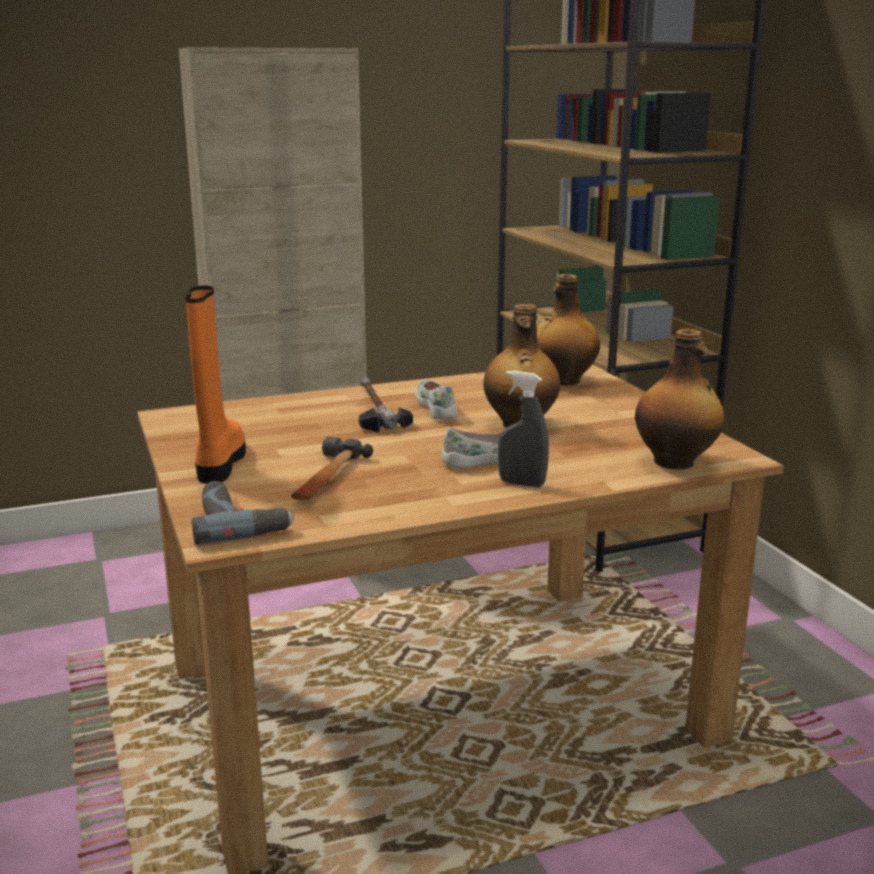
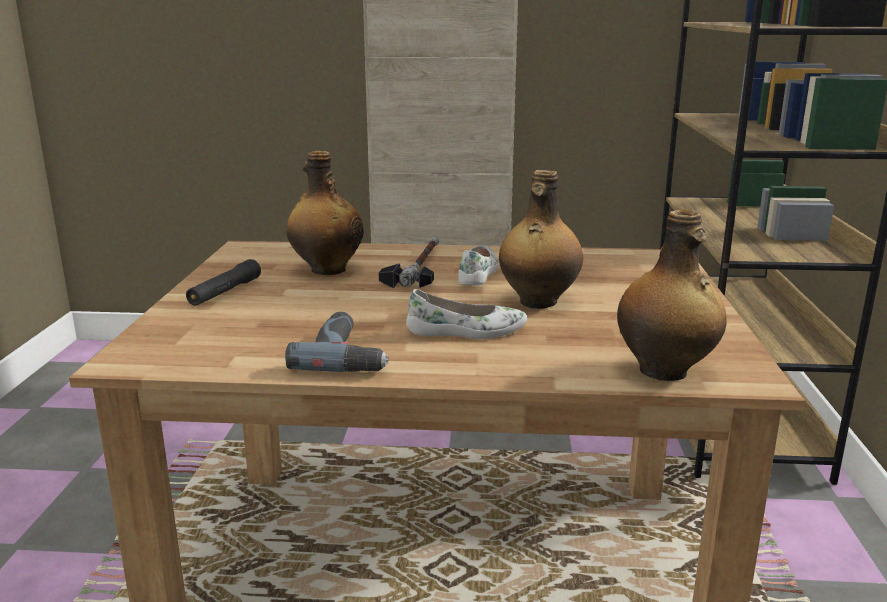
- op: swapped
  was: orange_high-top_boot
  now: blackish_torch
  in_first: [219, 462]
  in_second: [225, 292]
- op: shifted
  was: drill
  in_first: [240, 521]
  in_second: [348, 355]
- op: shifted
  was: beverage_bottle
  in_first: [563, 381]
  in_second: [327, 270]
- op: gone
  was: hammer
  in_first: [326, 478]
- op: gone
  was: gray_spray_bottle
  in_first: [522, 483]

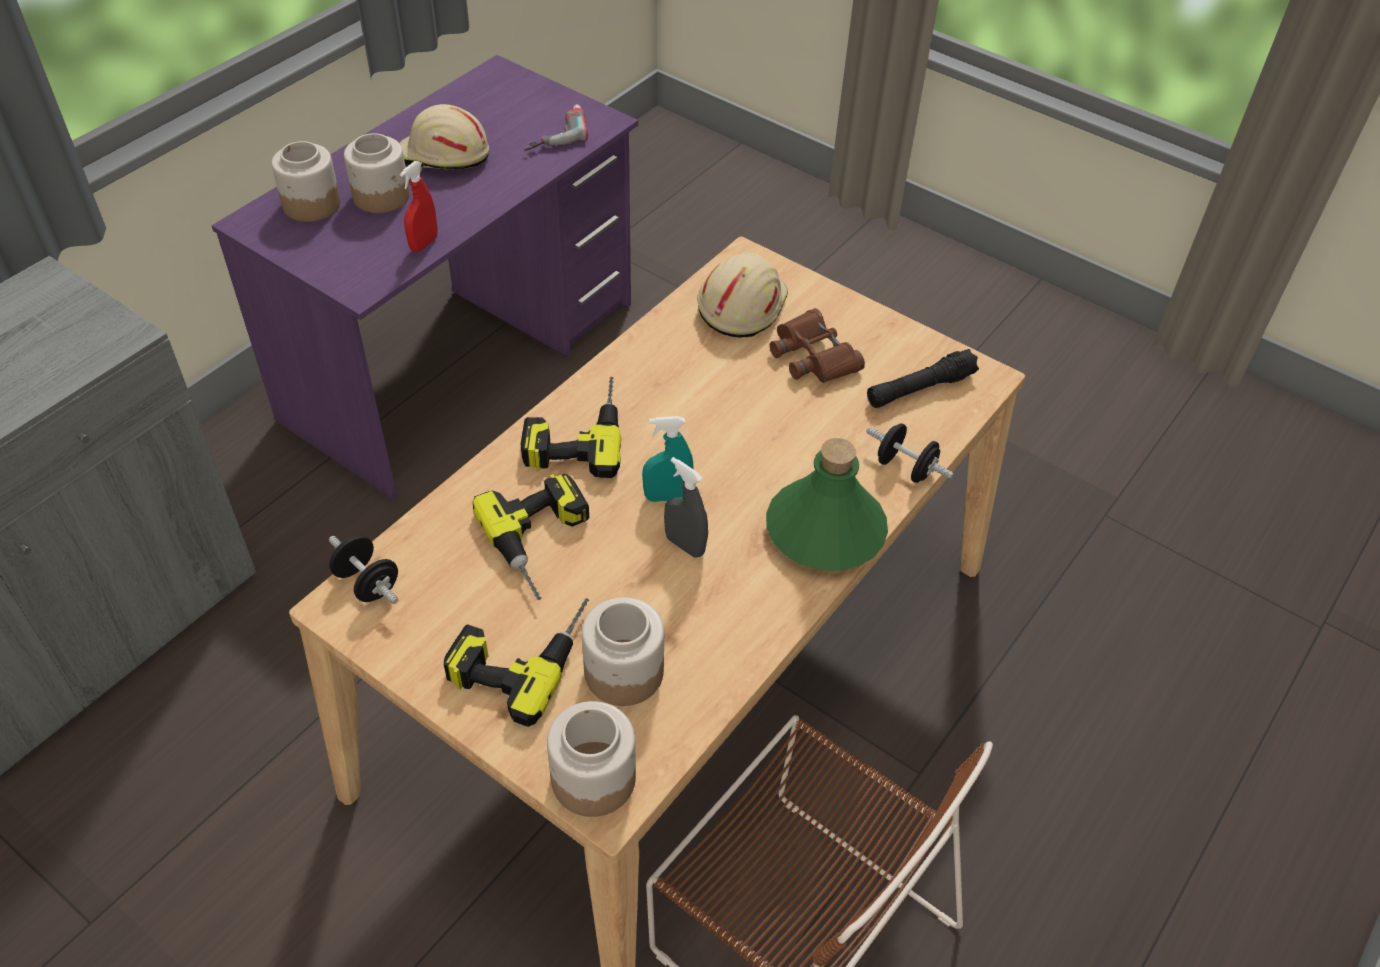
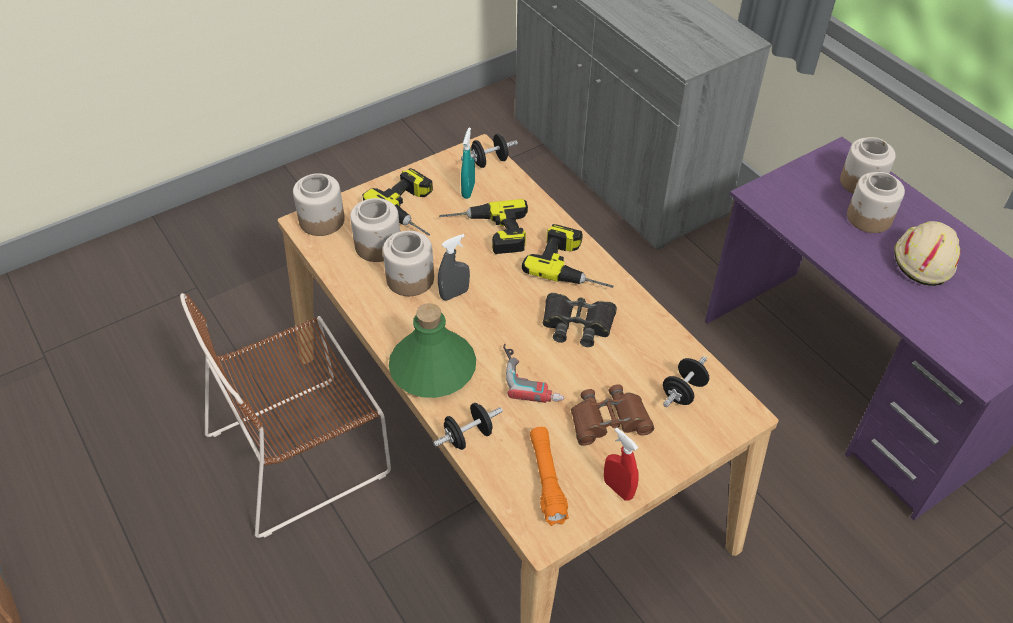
- op: new
  now: storage_jar
  in_second: [410, 279]
- op: shifted
  was: blue-green_spray_bottle
  in_first: [667, 496]
  in_second: [468, 190]
- op: shifted
  was: drill
  in_first: [554, 133]
  in_second: [532, 376]
- op: repainted
  was: blackish_torch
  now: orange_torch
  in_first: [920, 389]
  in_second: [547, 480]
- op: new
  now: blackish_pair_of_binoculars
  in_second: [577, 324]
- op: shifted
  was: reddish_spray_bottle
  in_first: [424, 244]
  in_second: [618, 489]
- op: swapped
  was: beige_work_helmet
  now: blackish_free_weight
  in_first: [740, 305]
  in_second: [683, 392]

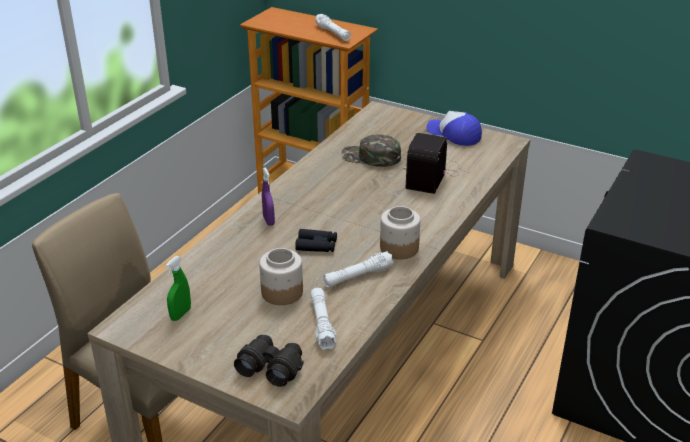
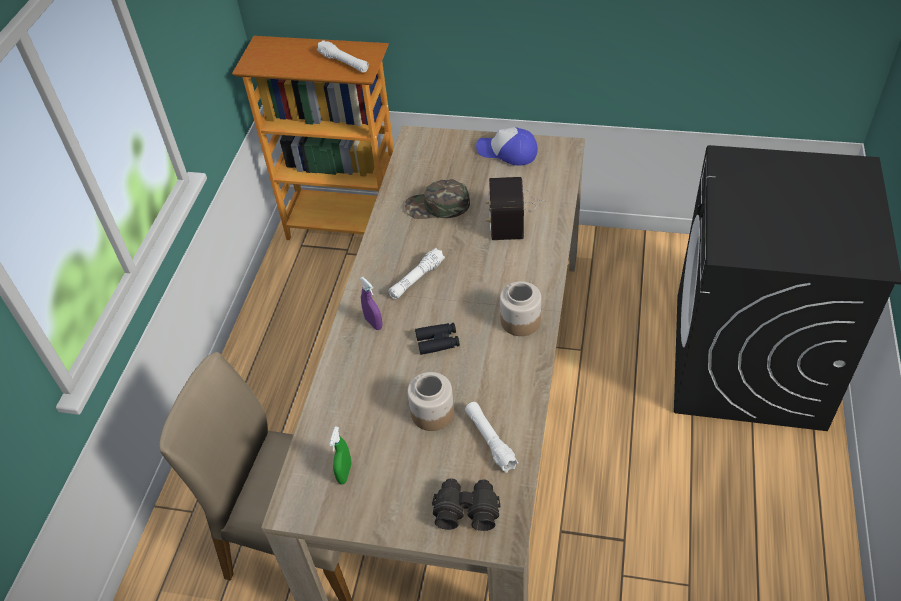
- op: shifted
  was: whitish_torch
  in_first: [357, 276]
  in_second: [416, 279]

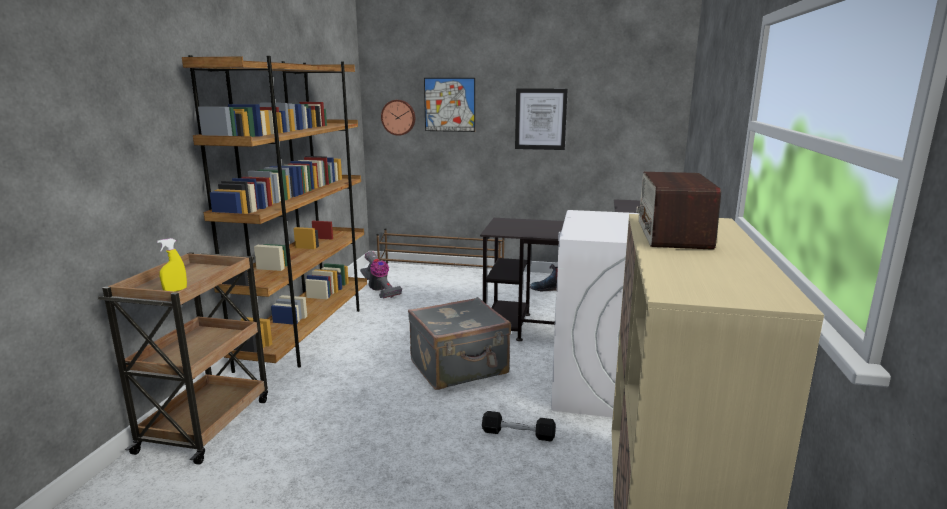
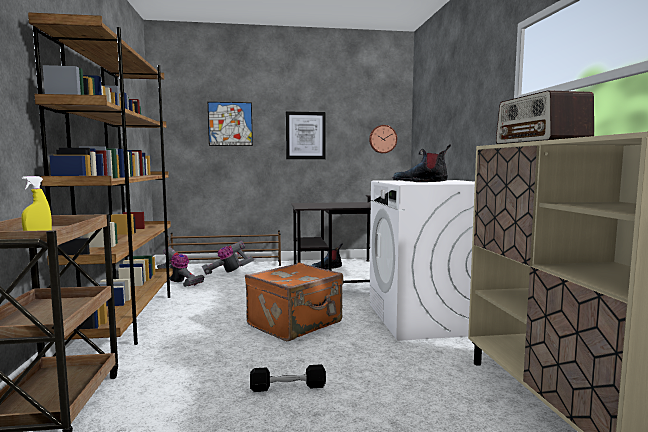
- op: new
  now: vacuum
  in_second: [227, 272]
- op: repainted
  was: gray_piece_of_luggage
  now: orange_piece_of_luggage
  in_first: [460, 368]
  in_second: [296, 324]
- op: shifted
  was: blackish_free_weight
  in_first: [518, 434]
  in_second: [288, 387]
- op: shifted
  was: hanging_clock
  in_first: [398, 117]
  in_second: [382, 139]
- op: new
  now: high-top_boot
  in_second: [420, 182]

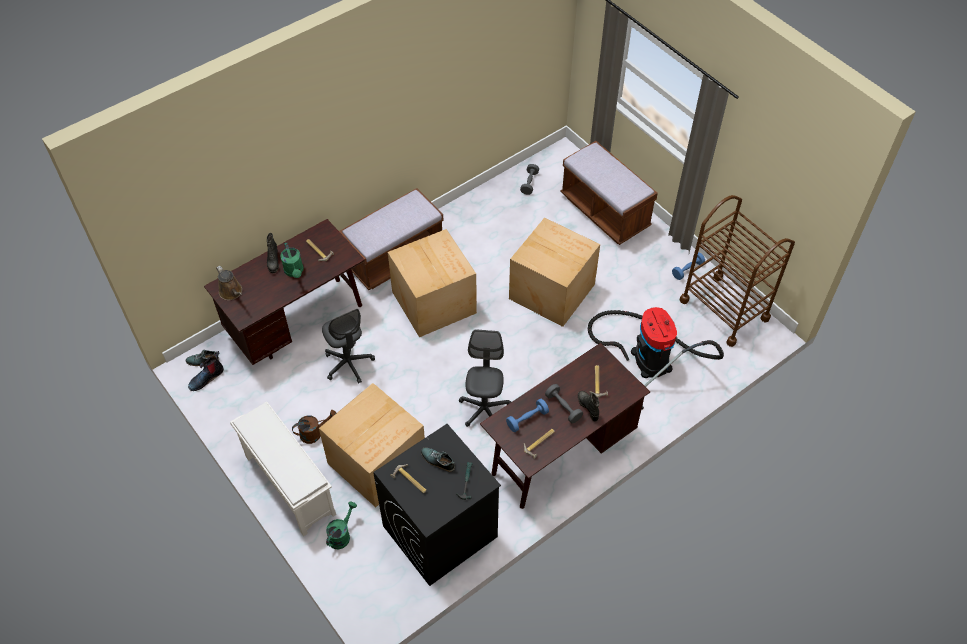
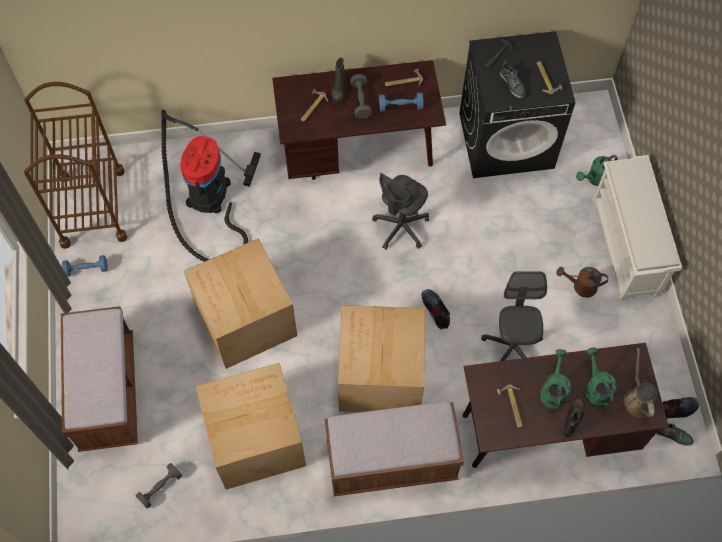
- op: shifted
  was: carton
  in_first: [378, 462]
  in_second: [254, 438]
- op: new
  now: high-top_boot
  in_second: [436, 310]
- op: new
  now: green-coloured_sprinkling_can
  in_second: [595, 388]

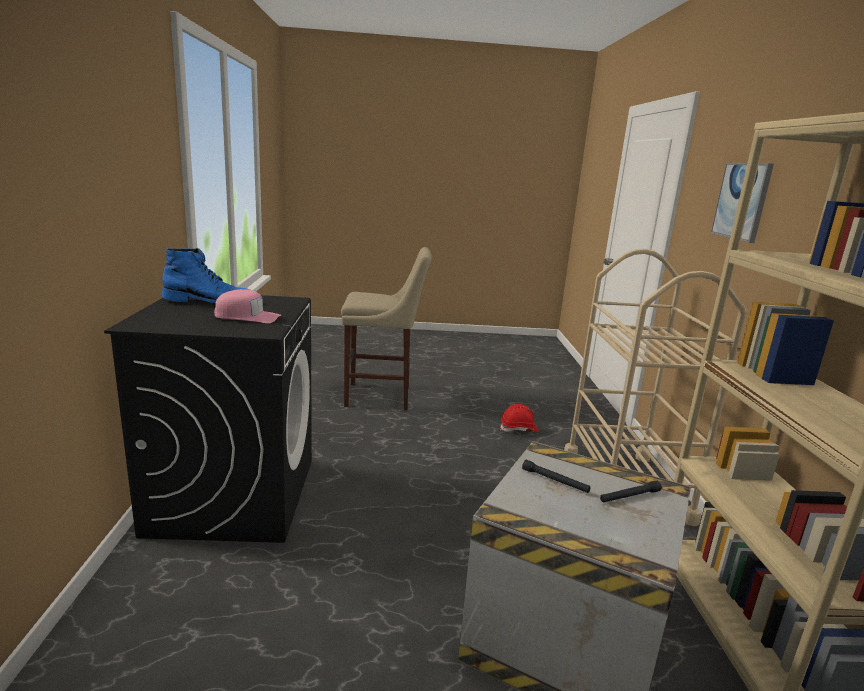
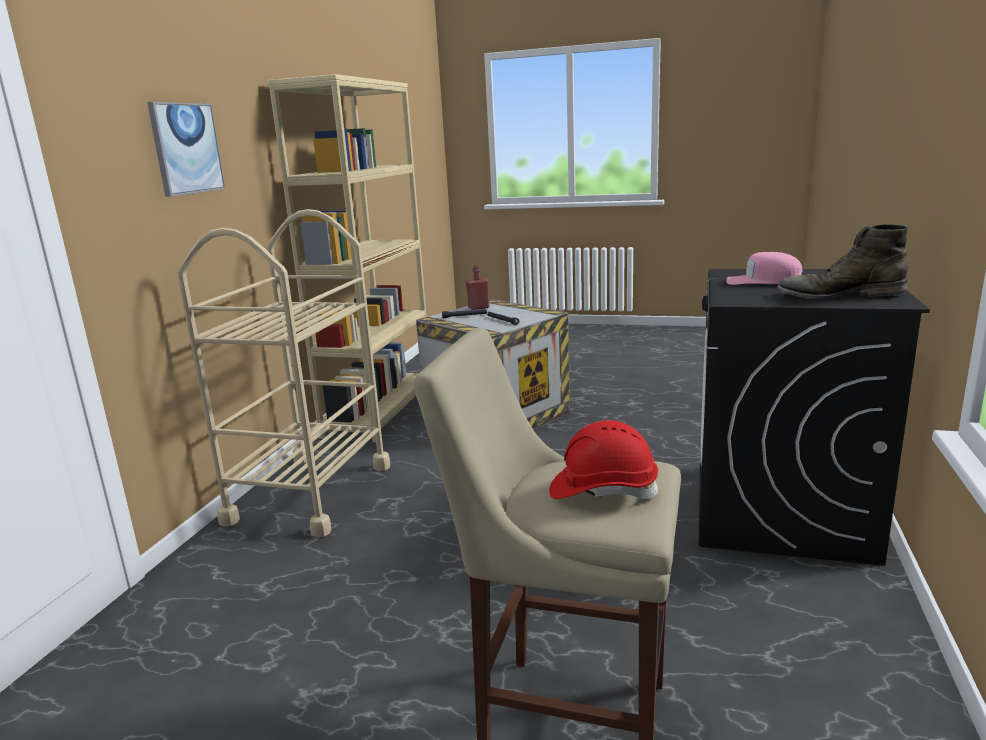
- op: new
  now: reddish_beverage_bottle
  in_second: [478, 308]
- op: shifted
  was: reddish_work_helmet
  in_first: [519, 429]
  in_second: [602, 490]
- op: repainted
  was: blue_high-top_boot
  now: green-coloured_high-top_boot
  in_first: [209, 301]
  in_second: [839, 295]

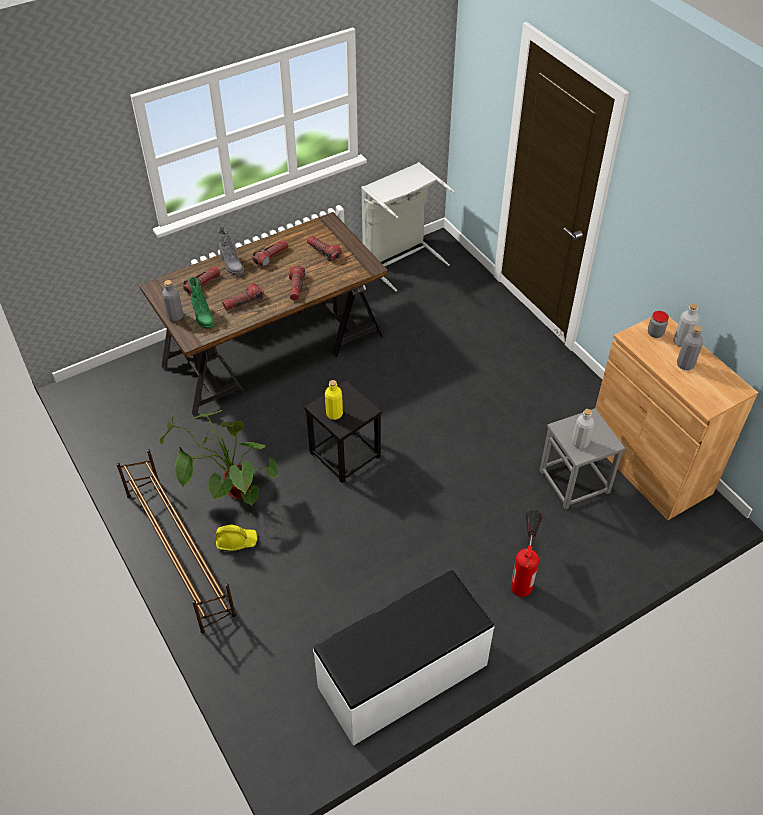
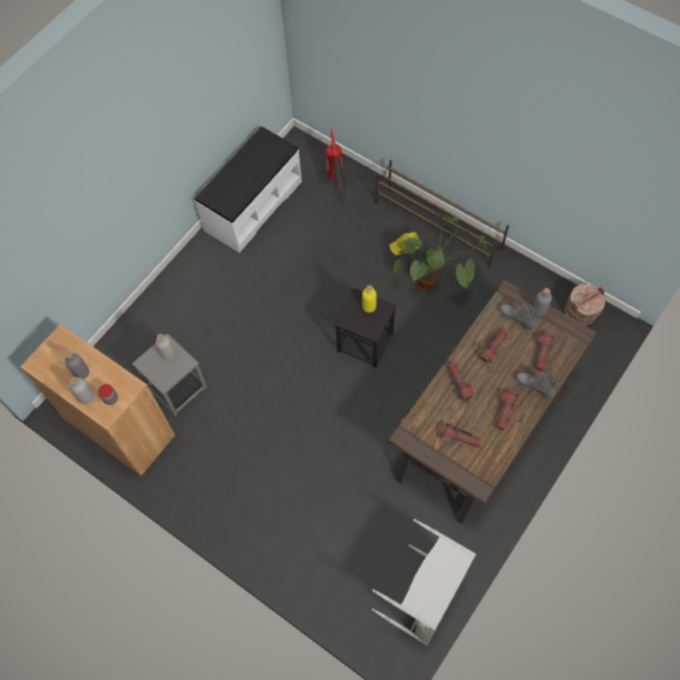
- op: shifted
  was: fire-fighting_cylinder
  in_first: [524, 570]
  in_second: [337, 185]
- op: repainted
  was: green-coloured_high-top_boot
  now: gray_high-top_boot
  in_first: [202, 317]
  in_second: [516, 318]
- op: new
  now: brown_water_bucket
  in_second: [581, 313]

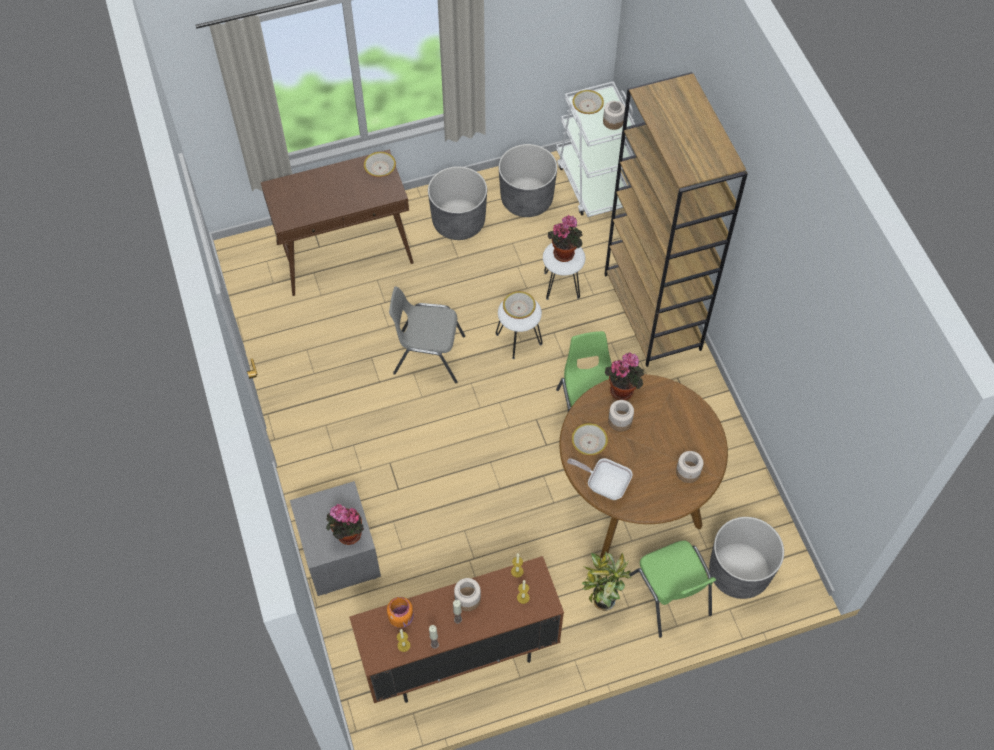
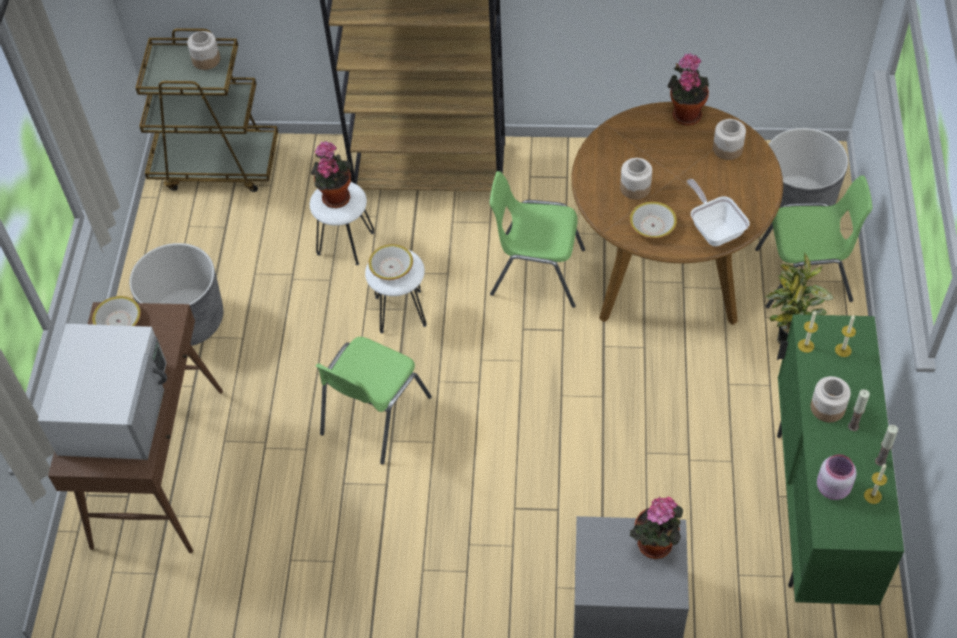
- op: new
  now: whitish_microwave
  in_second: [114, 408]
- op: repainted
  was: whitish_trolley
  now: brown_trolley
  in_first: [594, 183]
  in_second: [216, 164]
- op: repainted
  was: gray_chair
  now: green-coloured_chair
  in_first: [428, 355]
  in_second: [373, 416]
- op: shifted
  was: plant_in_a_pot
  in_first: [623, 389]
  in_second: [685, 113]
- op: rotated
  was: pan
  in_first: [604, 484]
  in_second: [714, 229]
  clockwise: 105
- op: repainted
  was: brown_cabinet
  now: green-coloured_cabinet
  in_first: [459, 657]
  in_second: [818, 510]
- op: repainted
  was: orange_storage_jar
  now: pink_storage_jar
  in_first: [402, 617]
  in_second: [832, 487]
- op: gone
  was: gray_flower_pot
  in_first: [526, 199]
- op: gone
  was: serving_bowl
  in_first: [587, 106]

